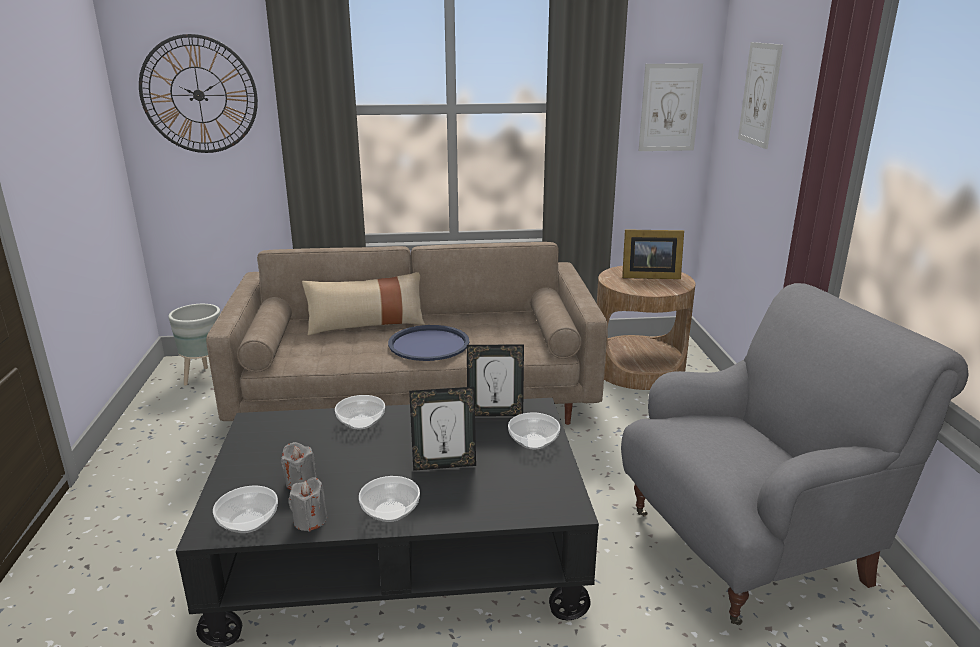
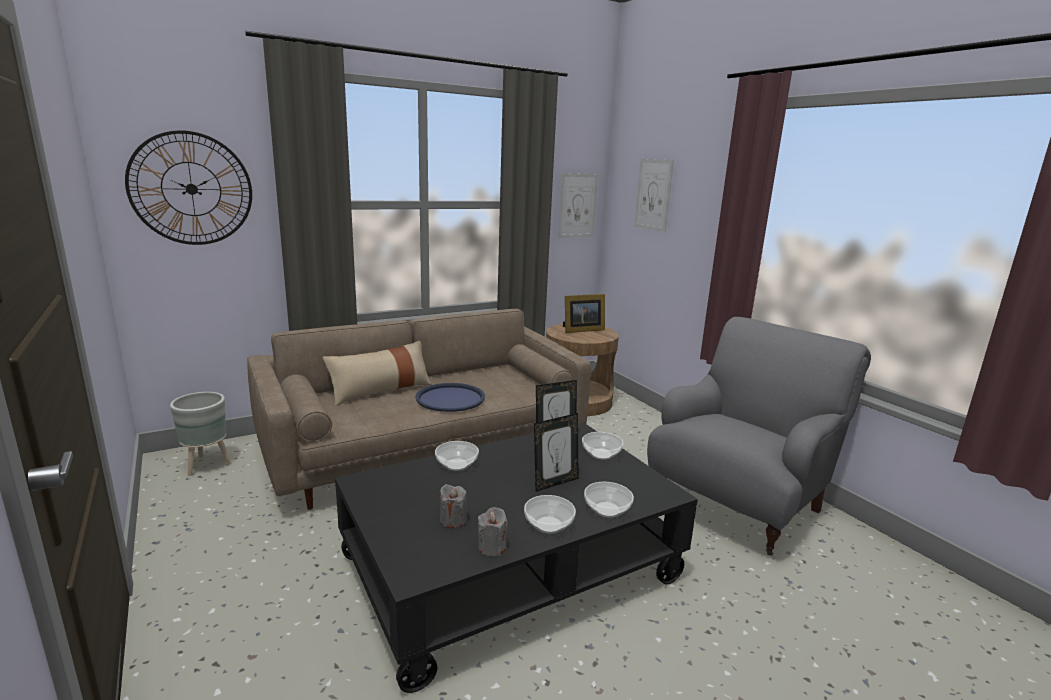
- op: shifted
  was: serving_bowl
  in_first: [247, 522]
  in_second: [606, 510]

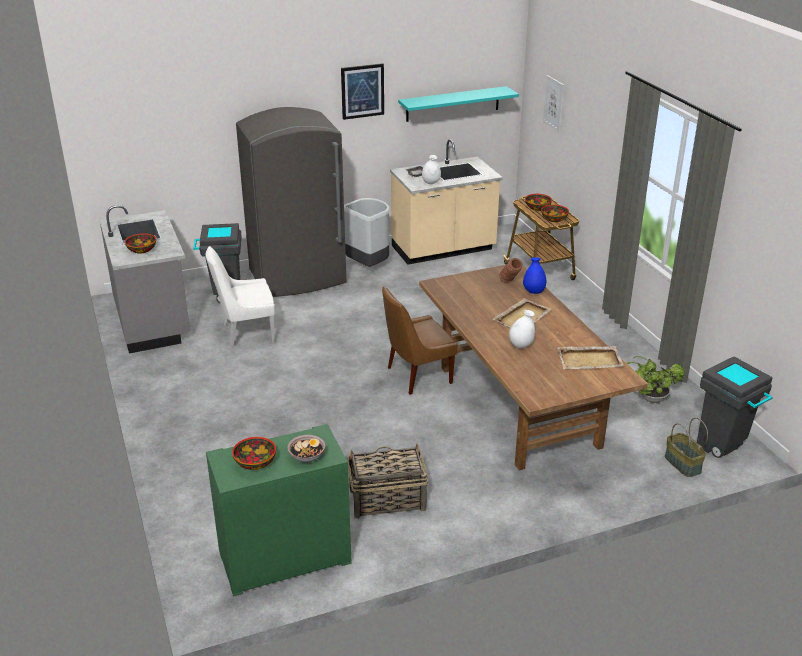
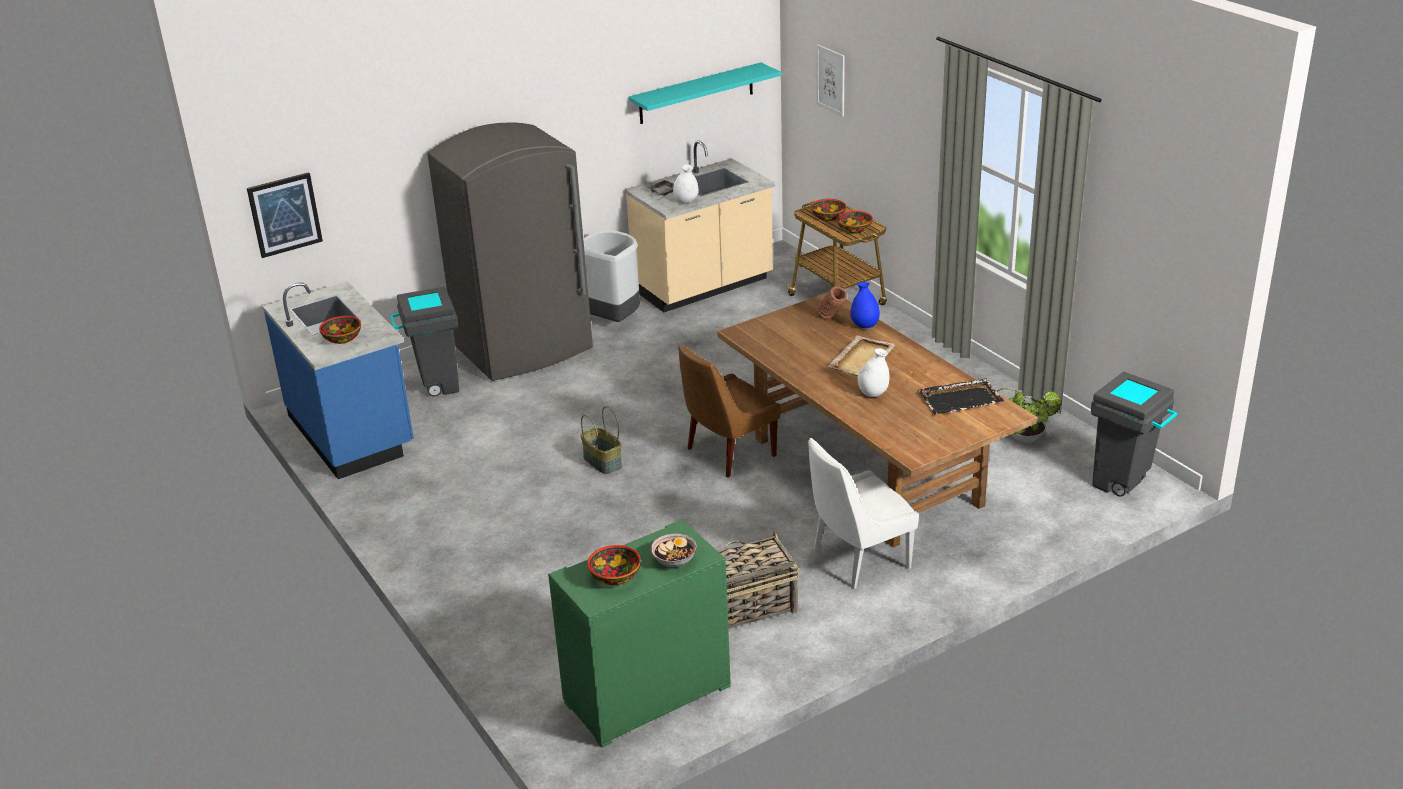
- op: shifted
  was: wall_picture
  in_first: [362, 91]
  in_second: [284, 214]
- op: repainted
  was: gray_counter
  now: blue_counter
  in_first: [153, 321]
  in_second: [352, 432]
- op: shifted
  was: household_basket
  in_first: [682, 464]
  in_second: [601, 462]
- op: shifted
  was: whitish_chair
  in_first: [246, 334]
  in_second: [857, 559]
- op: repainted
  was: beige_serving_tray
  now: blackish_serving_tray
  in_first: [590, 360]
  in_second: [961, 399]

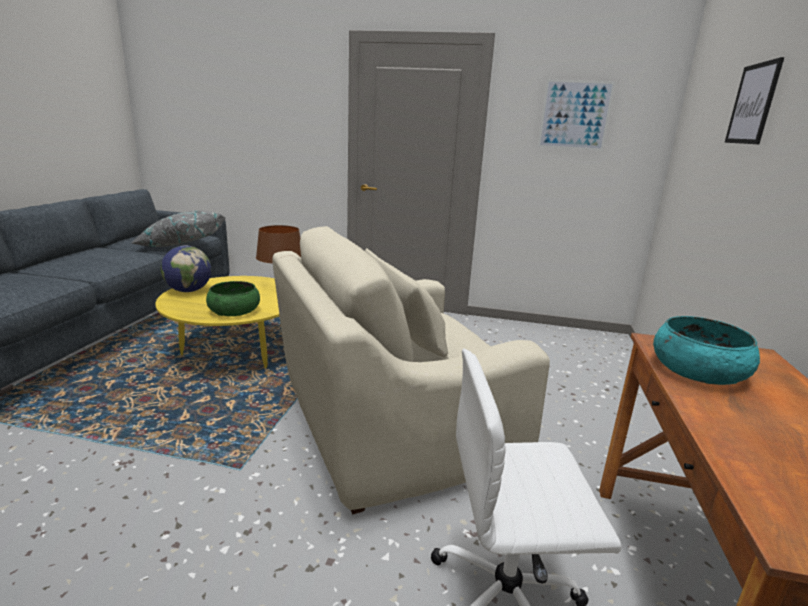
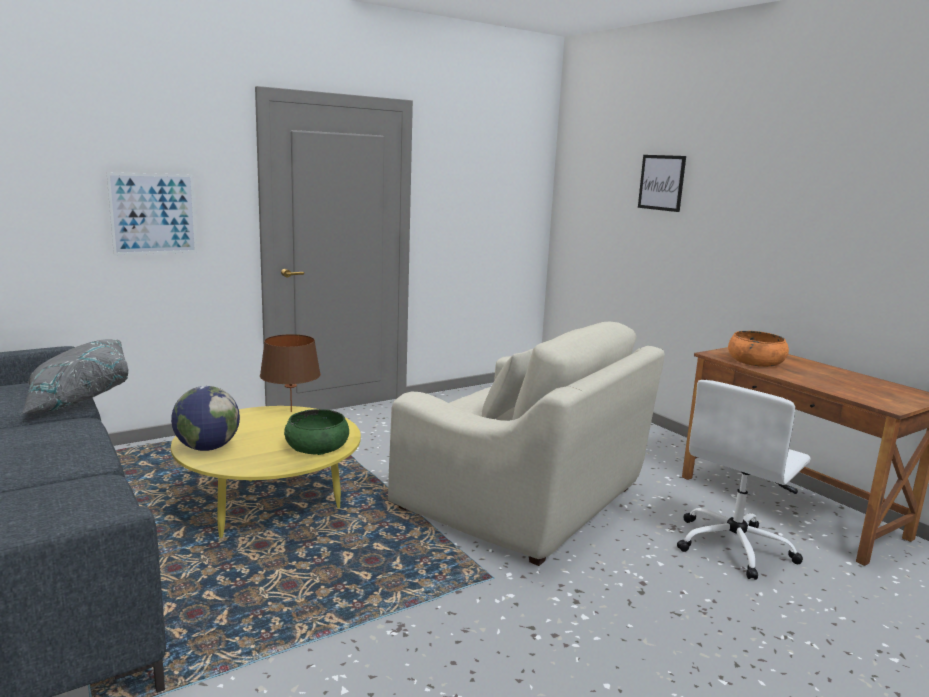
- op: shifted
  was: wall_picture
  in_first: [575, 115]
  in_second: [153, 214]
- op: rotated
  was: beige_easy_chair
  in_first: [390, 426]
  in_second: [524, 500]
  clockwise: -75
- op: repainted
  was: blue-green_serving_bowl
  now: orange_serving_bowl
  in_first: [698, 370]
  in_second: [755, 362]

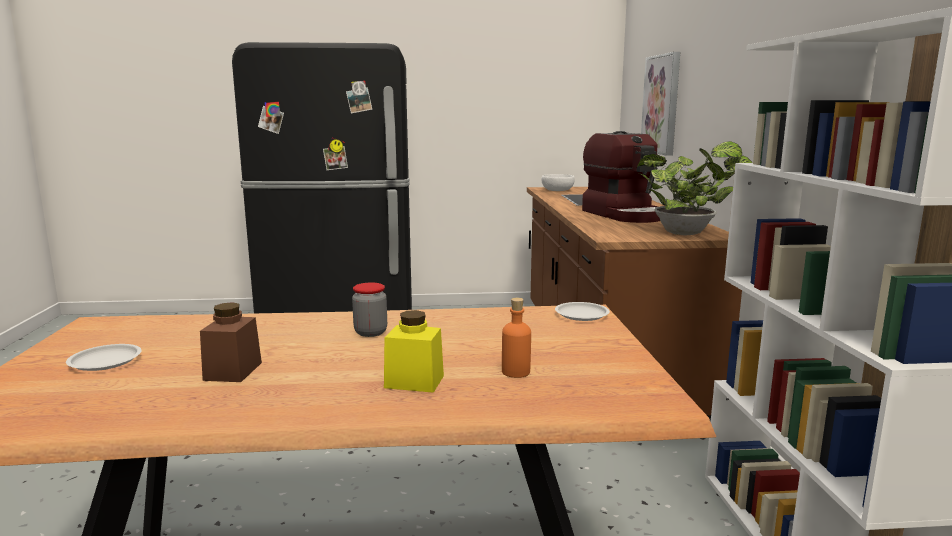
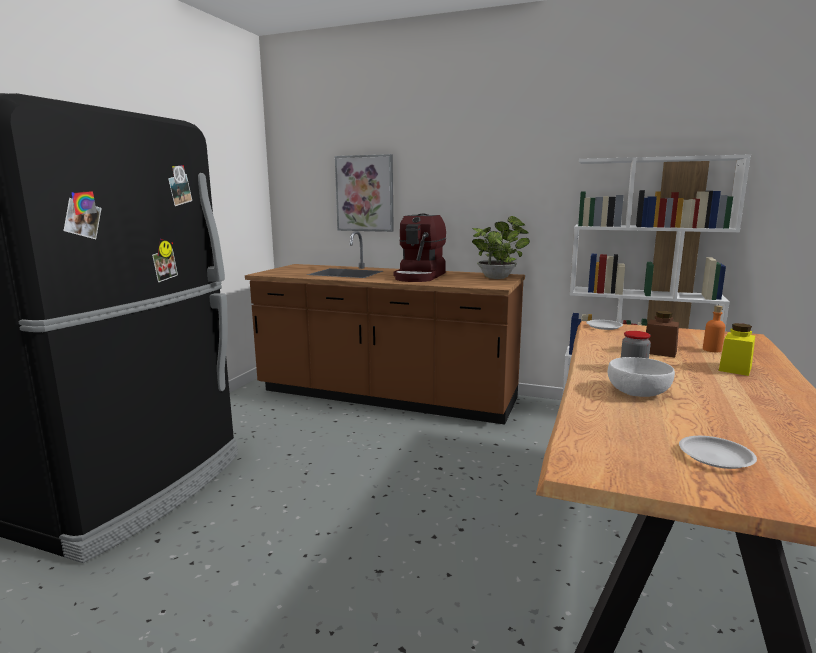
- op: rotated
  was: coffee_brewer
  in_first: [624, 215]
  in_second: [420, 276]
  clockwise: 105
- op: shifted
  was: whitish_serving_bowl
  in_first: [558, 190]
  in_second: [639, 392]
- op: shifted
  was: brown_storage_jar
  in_first: [233, 371]
  in_second: [659, 352]

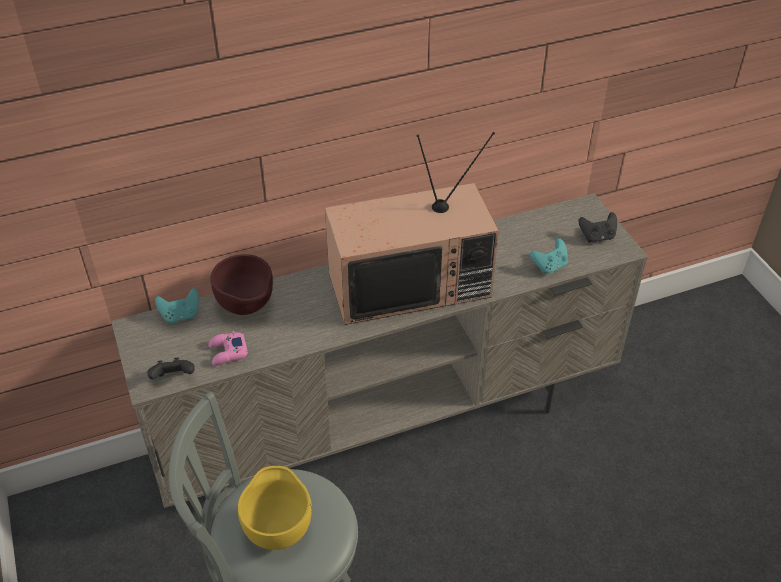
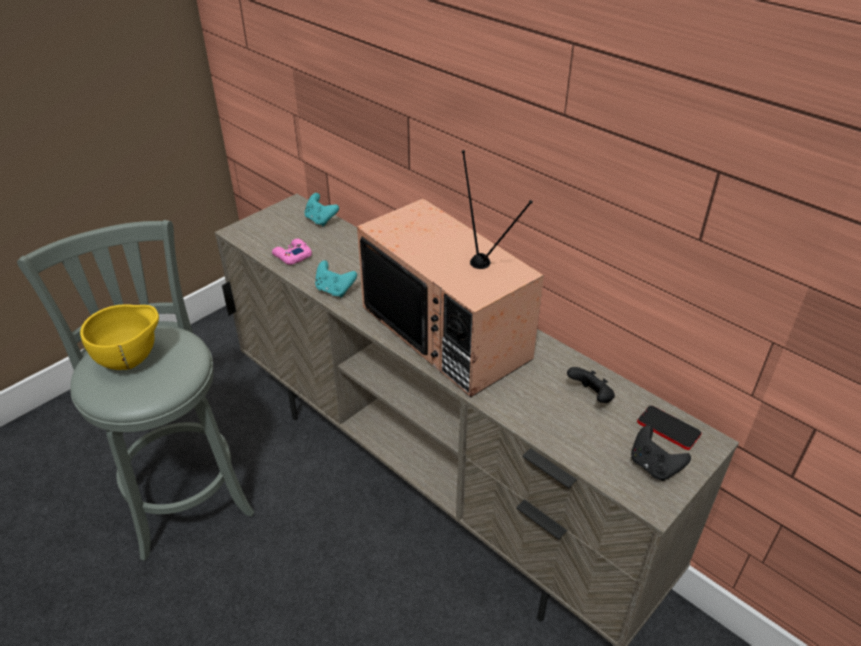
- op: shifted
  was: blue-green_game_controller
  in_first: [549, 266]
  in_second: [334, 290]
- op: shifted
  was: blackish_game_controller
  in_first: [174, 378]
  in_second: [591, 397]
- op: new
  now: telephone
  in_second: [668, 428]
- op: gone
  was: brown_serving_bowl
  in_first: [247, 309]

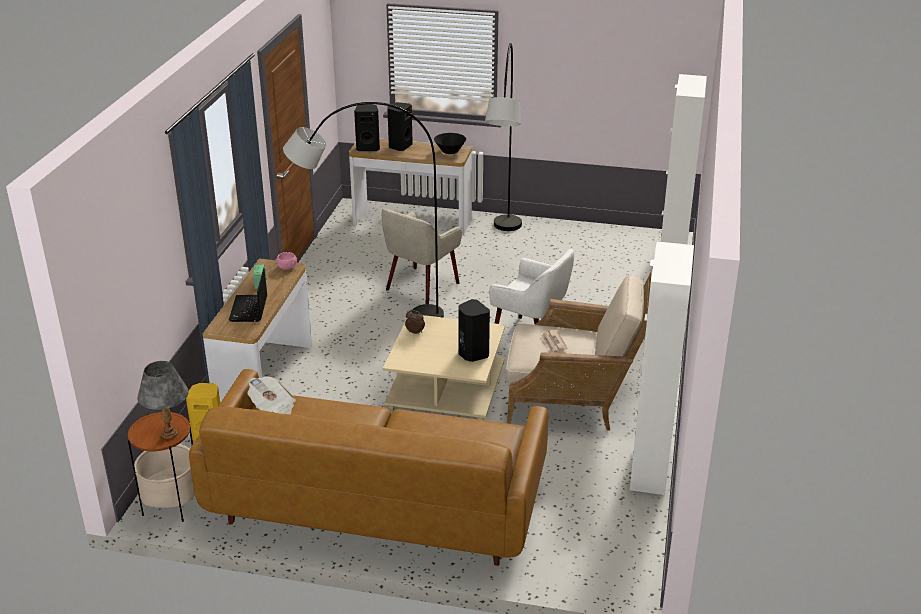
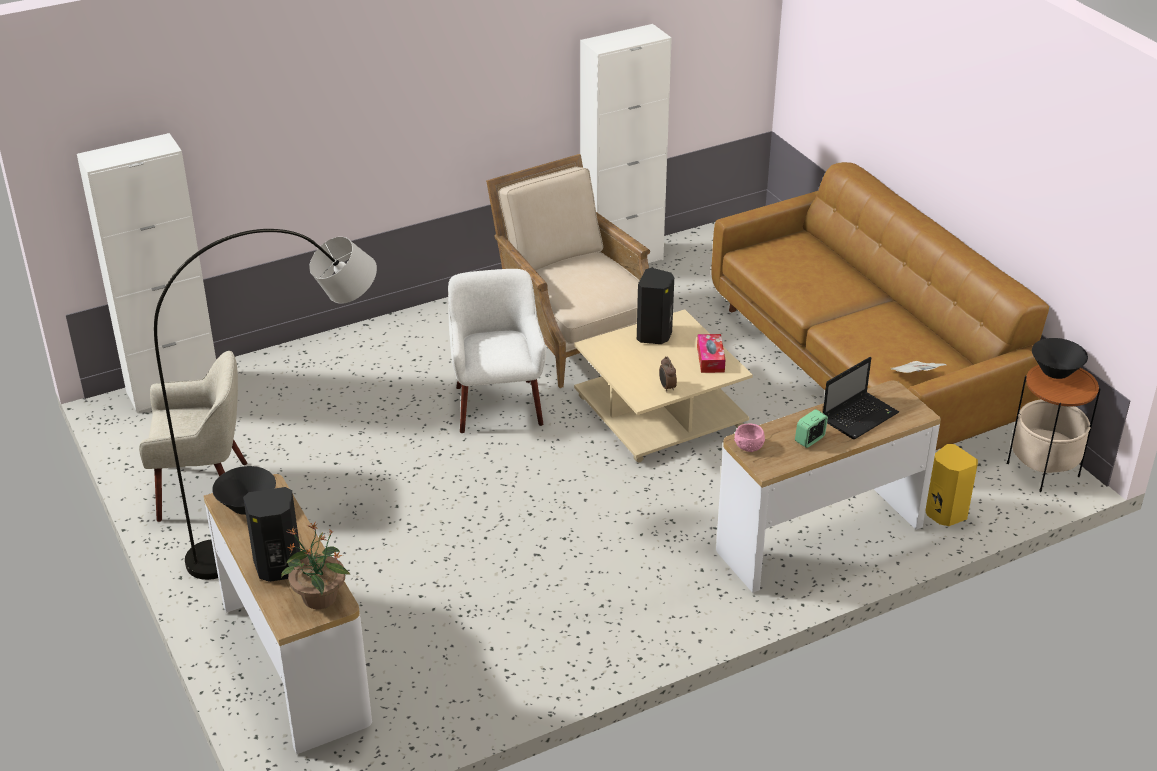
- op: shifted
  was: beige_easy_chair
  in_first: [421, 286]
  in_second: [204, 490]
- op: swapped
  was: blackish_audio_speaker
  now: plant_in_a_pot
  in_first: [368, 148]
  in_second: [319, 598]
- op: new
  now: box_of_tissues
  in_second: [710, 359]
- op: swapped
  was: gray_table_lamp
  now: blackish_serving_bowl
  in_first: [170, 434]
  in_second: [1055, 372]
- op: gone
  was: gray_standing_lamp
  in_first: [366, 315]
- op: gone
  was: newspaper
  in_first: [553, 343]

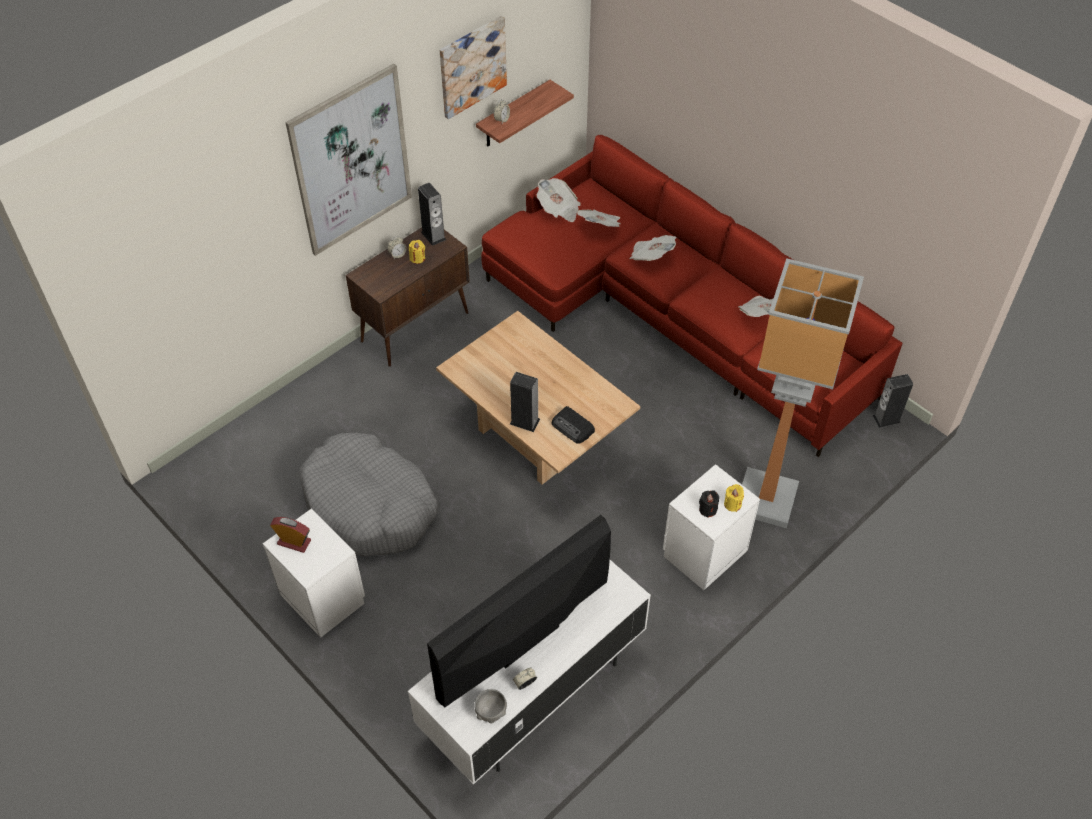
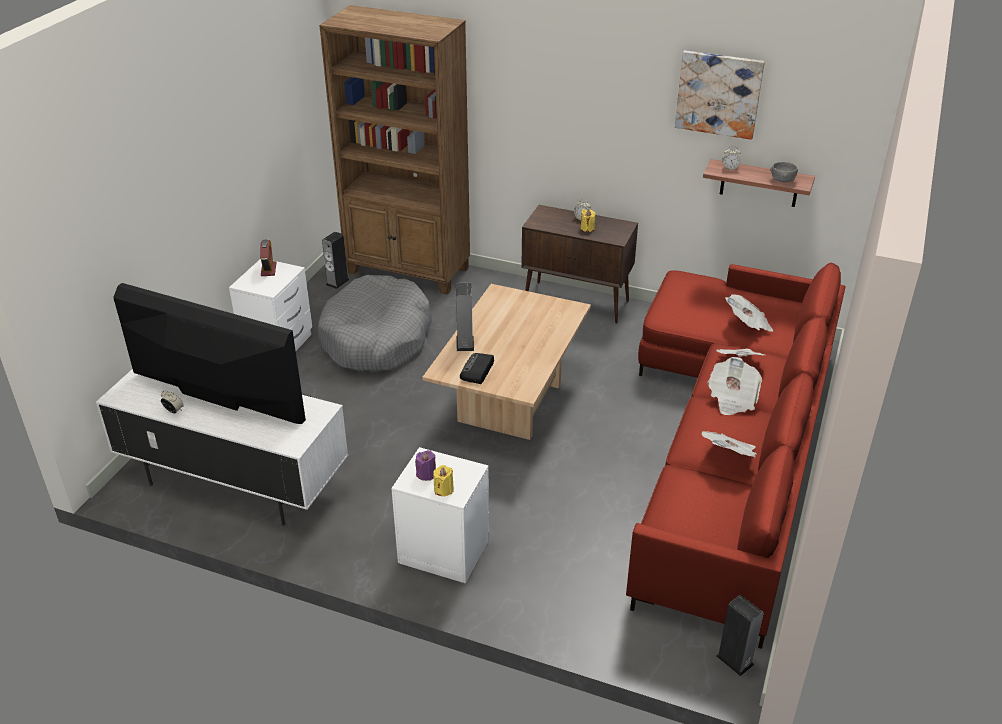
- op: new
  now: brown_bookcase
  in_second: [409, 271]
- op: shifted
  was: audio_speaker
  in_first: [433, 235]
  in_second: [337, 282]
- op: repainted
  was: blackish_candle
  now: purple-coloured_candle
  in_first: [707, 509]
  in_second: [426, 474]
- op: shifted
  was: newspaper
  in_first: [559, 209]
  in_second: [732, 399]
- op: shifted
  was: gray_serving_bowl
  in_first: [491, 711]
  in_second: [782, 180]
- op: gone
  was: wall_picture
  in_first: [351, 161]
- op: gone
  was: standing_lamp
  in_first: [764, 500]

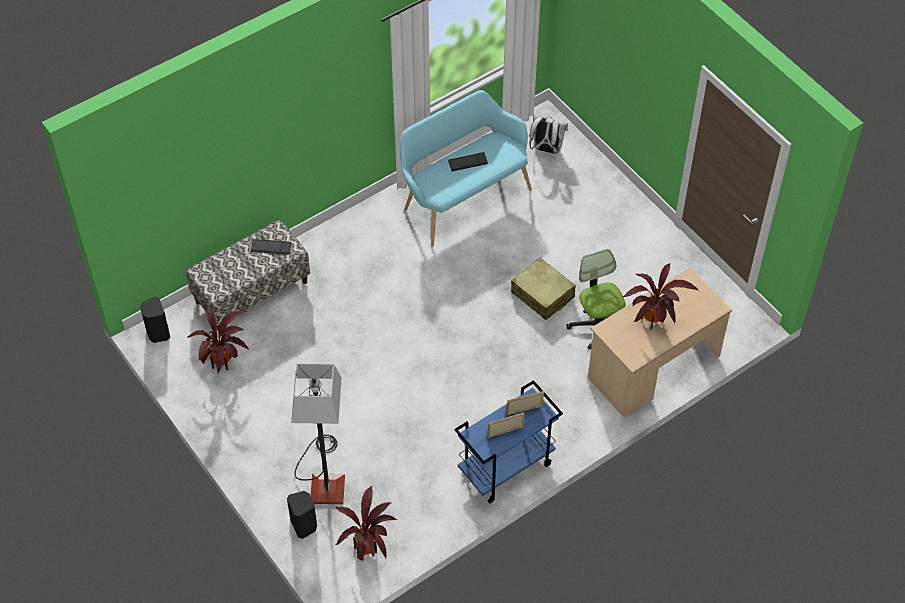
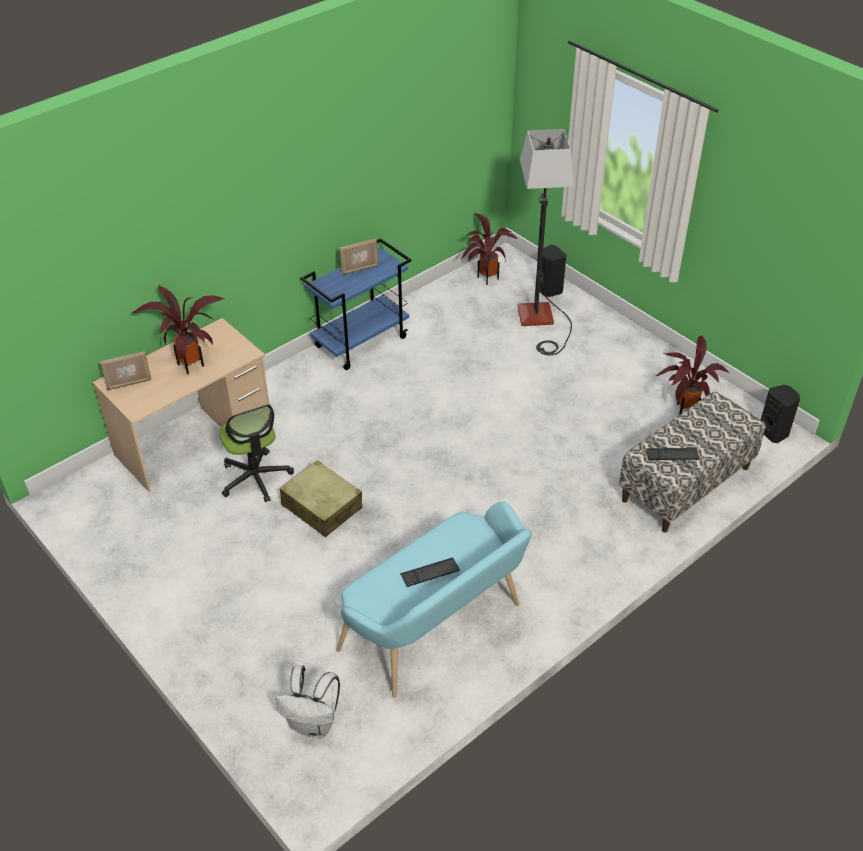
- op: shifted
  was: standing_frame
  in_first: [524, 411]
  in_second: [129, 384]

